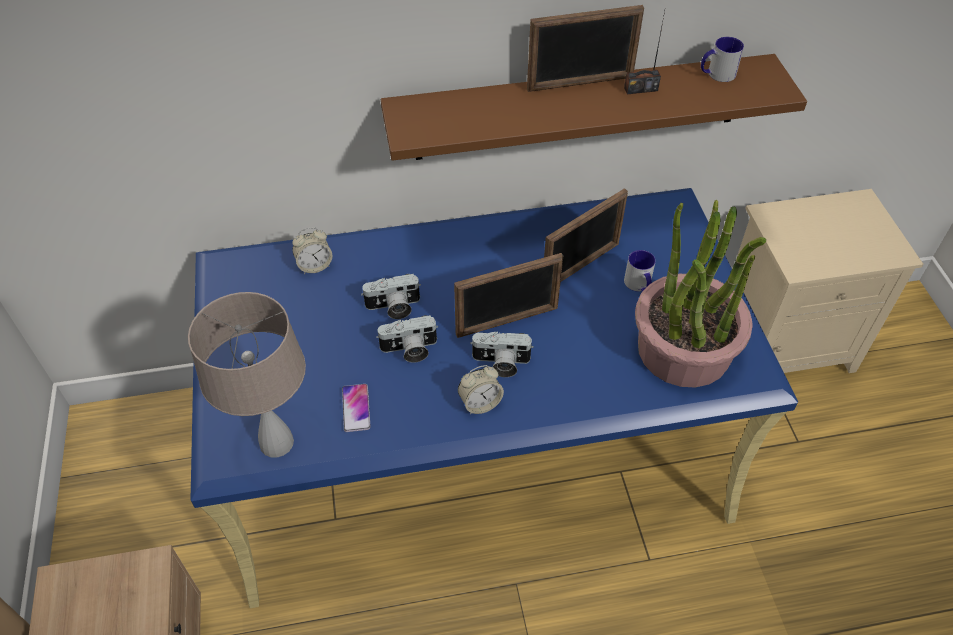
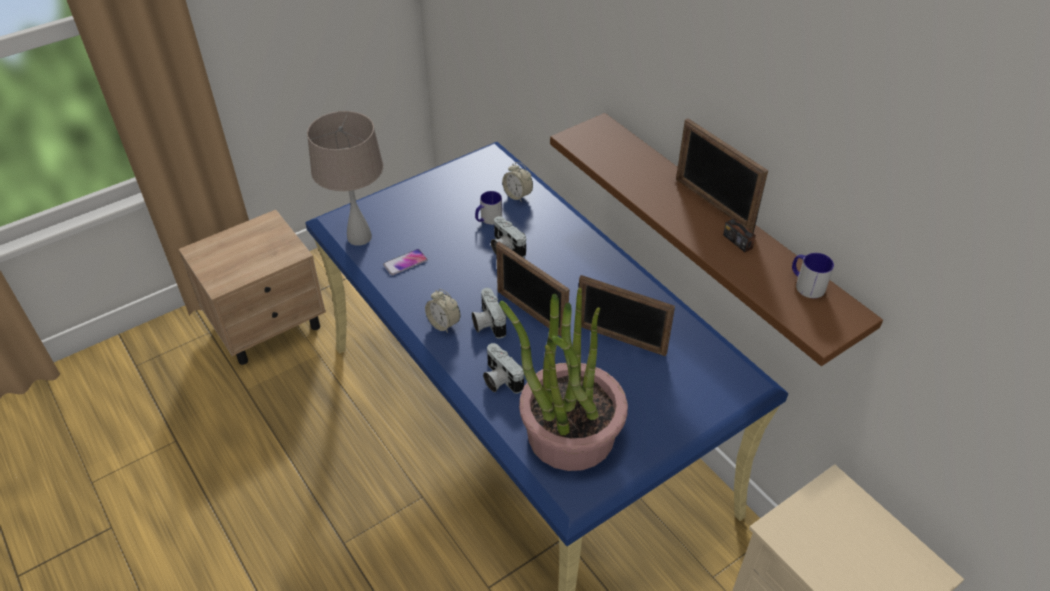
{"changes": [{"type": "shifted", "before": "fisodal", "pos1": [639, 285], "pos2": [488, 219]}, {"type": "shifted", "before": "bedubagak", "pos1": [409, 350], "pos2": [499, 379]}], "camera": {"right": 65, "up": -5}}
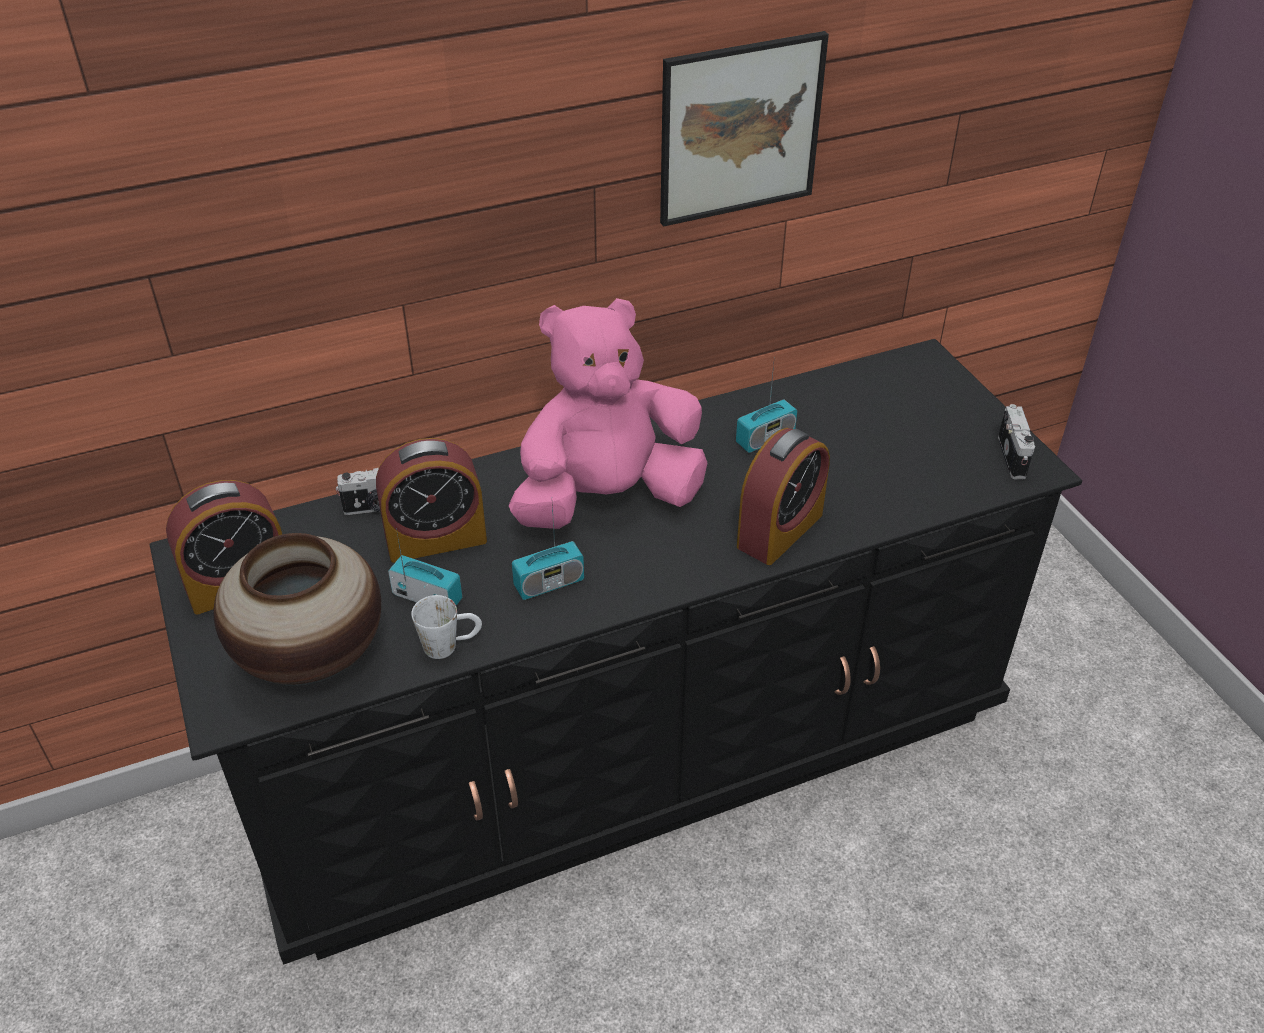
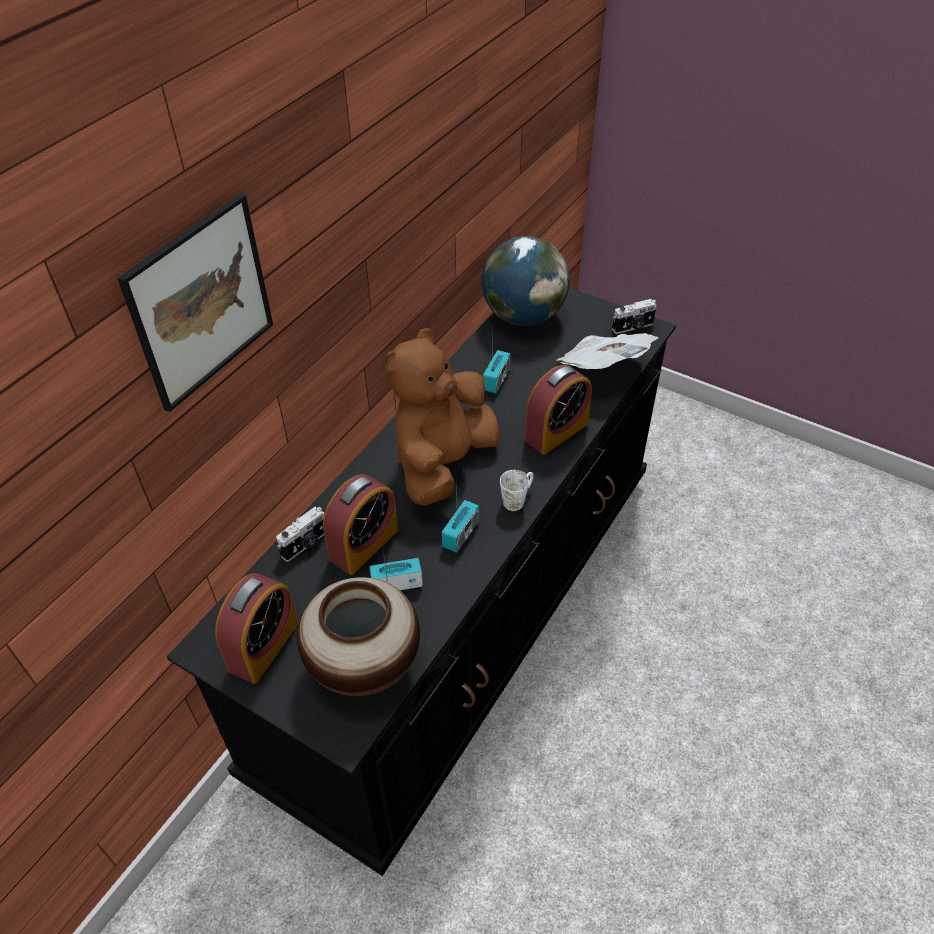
{"changes": [{"type": "shifted", "before": "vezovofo", "pos1": [740, 129], "pos2": [201, 302]}, {"type": "repainted", "before": "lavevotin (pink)", "after": "lavevotin (brown)", "pos1": [607, 498], "pos2": [442, 463]}, {"type": "rotated", "before": "bedubagak", "pos1": [1014, 457], "pos2": [633, 327], "turn": 105}, {"type": "rotated", "before": "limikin", "pos1": [780, 530], "pos2": [556, 432], "turn": 45}, {"type": "shifted", "before": "fisodal (white)", "pos1": [450, 645], "pos2": [518, 498]}, {"type": "new", "after": "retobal", "pos2": [523, 316]}, {"type": "new", "after": "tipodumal", "pos2": [603, 368]}], "camera": {"right": -35, "up": 5}}
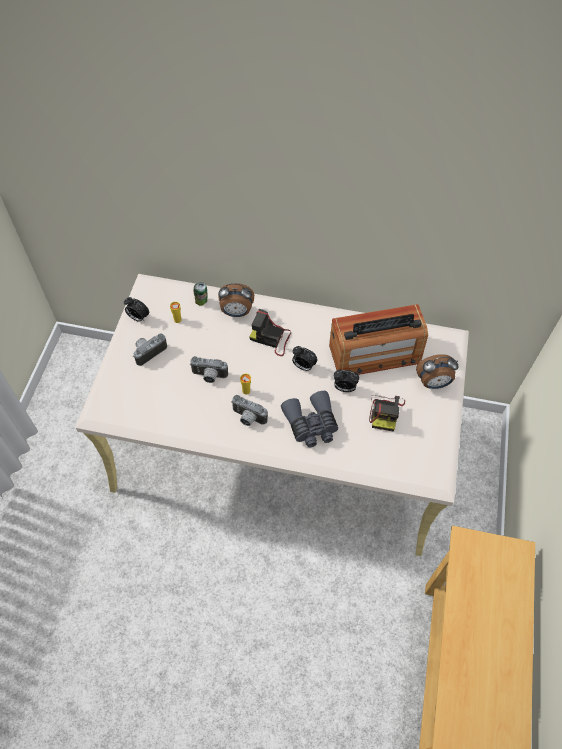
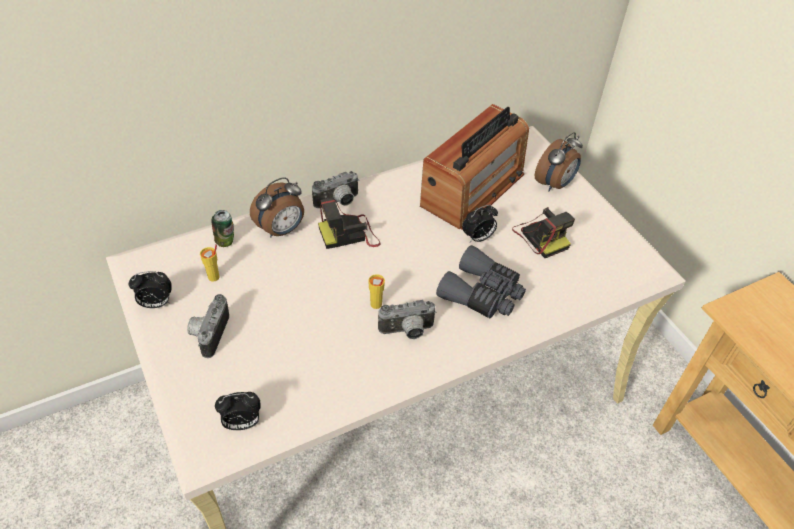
{"changes": [{"type": "shifted", "before": "limikin", "pos1": [303, 366], "pos2": [242, 423]}, {"type": "shifted", "before": "bedubagak", "pos1": [209, 376], "pos2": [338, 202]}], "camera": {"right": -40, "up": -10}}
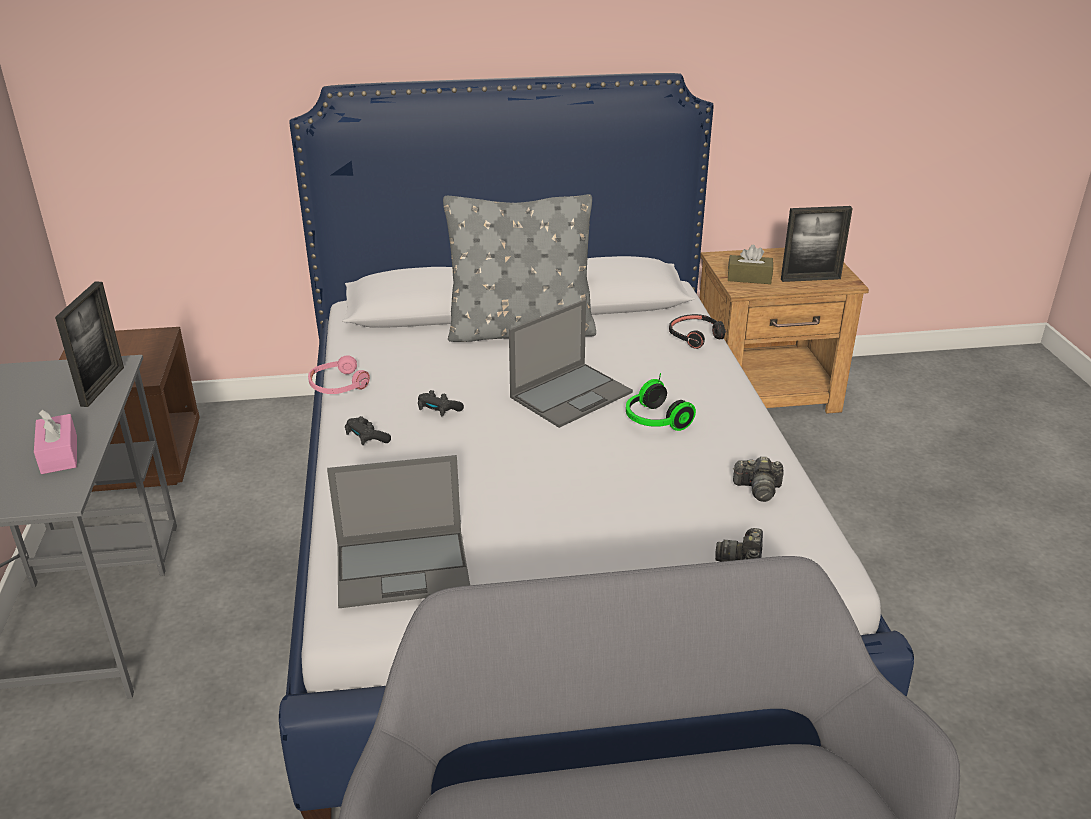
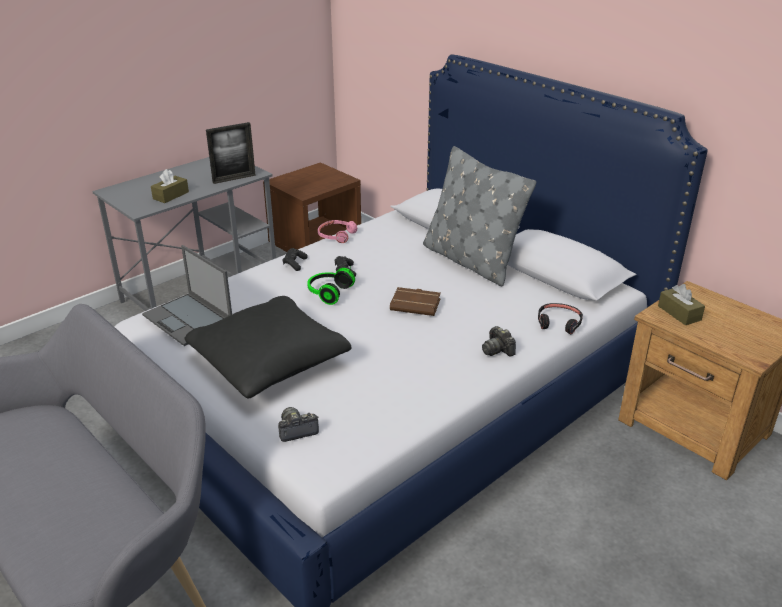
{"changes": [{"type": "gone", "before": "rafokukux", "pos1": [810, 279]}, {"type": "swapped", "before": "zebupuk", "after": "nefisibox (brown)", "pos1": [572, 394], "pos2": [416, 304]}, {"type": "shifted", "before": "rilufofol", "pos1": [654, 421], "pos2": [328, 293]}, {"type": "repainted", "before": "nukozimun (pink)", "after": "nukozimun (brown)", "pos1": [59, 454], "pos2": [171, 195]}, {"type": "shifted", "before": "bedubagak", "pos1": [758, 489], "pos2": [497, 350]}, {"type": "new", "after": "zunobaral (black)", "pos2": [269, 361]}], "camera": {"right": 55, "up": 0}}
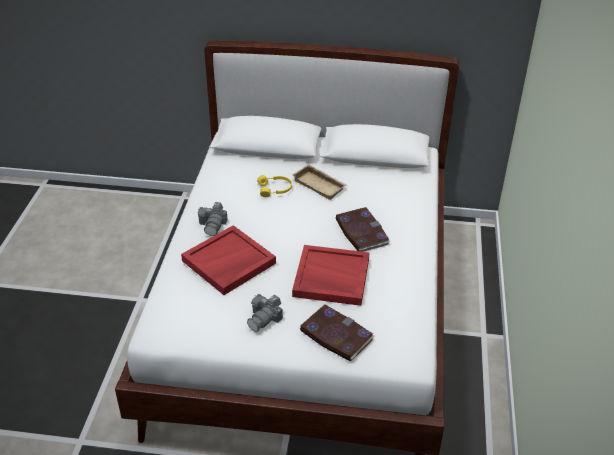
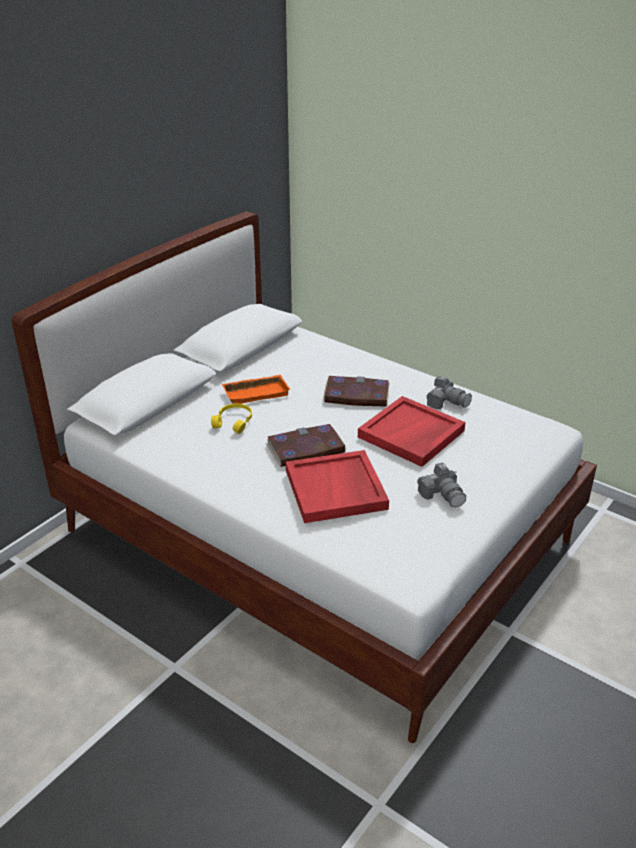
{"changes": [{"type": "repainted", "before": "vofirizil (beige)", "after": "vofirizil (orange)", "pos1": [320, 185], "pos2": [256, 392]}, {"type": "shifted", "before": "bedubagak", "pos1": [213, 225], "pos2": [447, 402]}, {"type": "shifted", "before": "nefisibox", "pos1": [336, 335], "pos2": [305, 449]}], "camera": {"right": -60, "up": -5}}
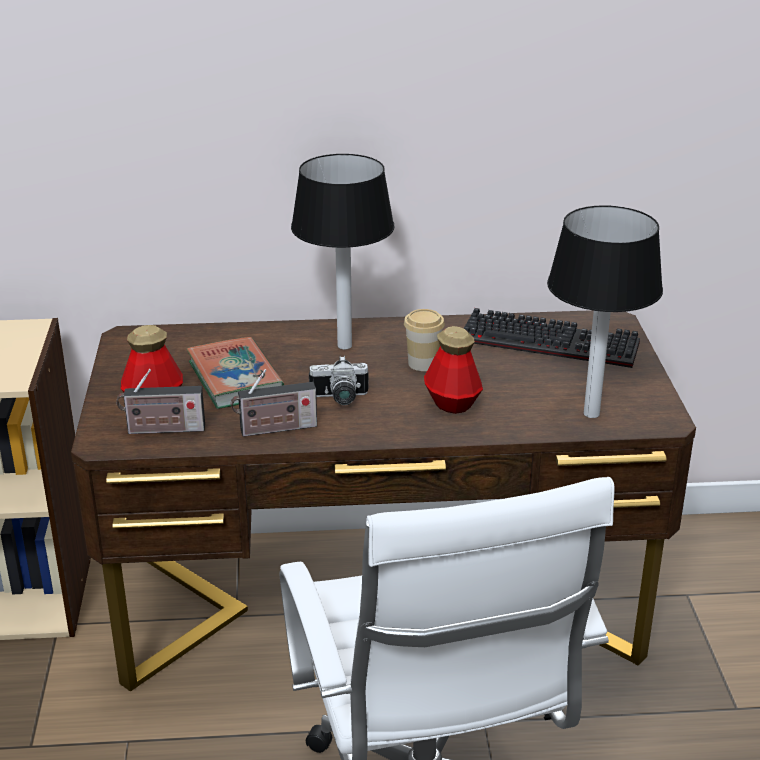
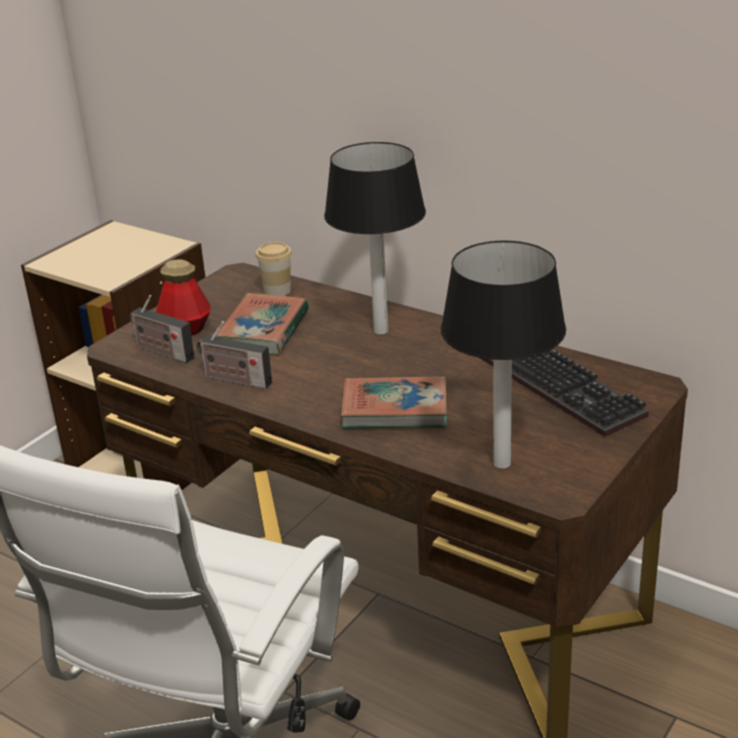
{"changes": [{"type": "shifted", "before": "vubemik", "pos1": [423, 363], "pos2": [277, 291]}, {"type": "swapped", "before": "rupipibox", "after": "nefisibox", "pos1": [452, 403], "pos2": [395, 409]}, {"type": "gone", "before": "bedubagak", "pos1": [339, 399]}], "camera": {"right": 40, "up": 0}}
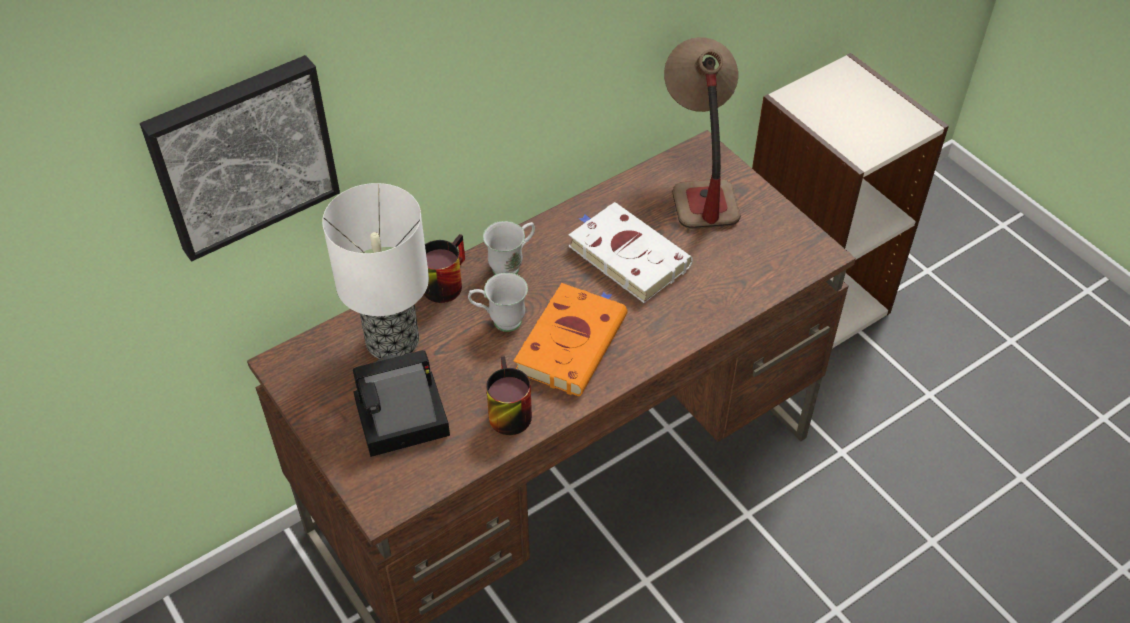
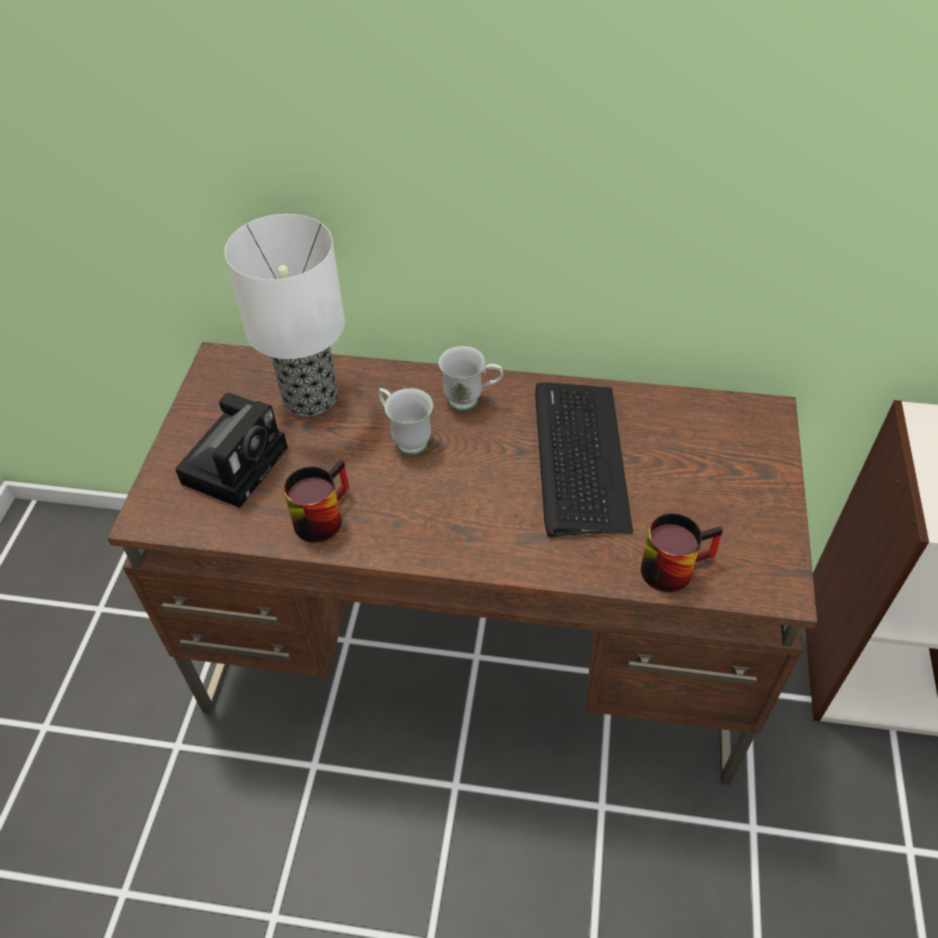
{"changes": [{"type": "gone", "before": "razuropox", "pos1": [698, 180]}, {"type": "gone", "before": "vezovofo", "pos1": [242, 154]}, {"type": "swapped", "before": "nefisibox (white)", "after": "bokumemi", "pos1": [626, 255], "pos2": [579, 458]}, {"type": "shifted", "before": "fisodal", "pos1": [443, 281], "pos2": [672, 564]}, {"type": "gone", "before": "nefisibox (orange)", "pos1": [571, 341]}, {"type": "rotated", "before": "bedubagak", "pos1": [398, 421], "pos2": [237, 462], "turn": 90}], "camera": {"right": 45, "up": 0}}
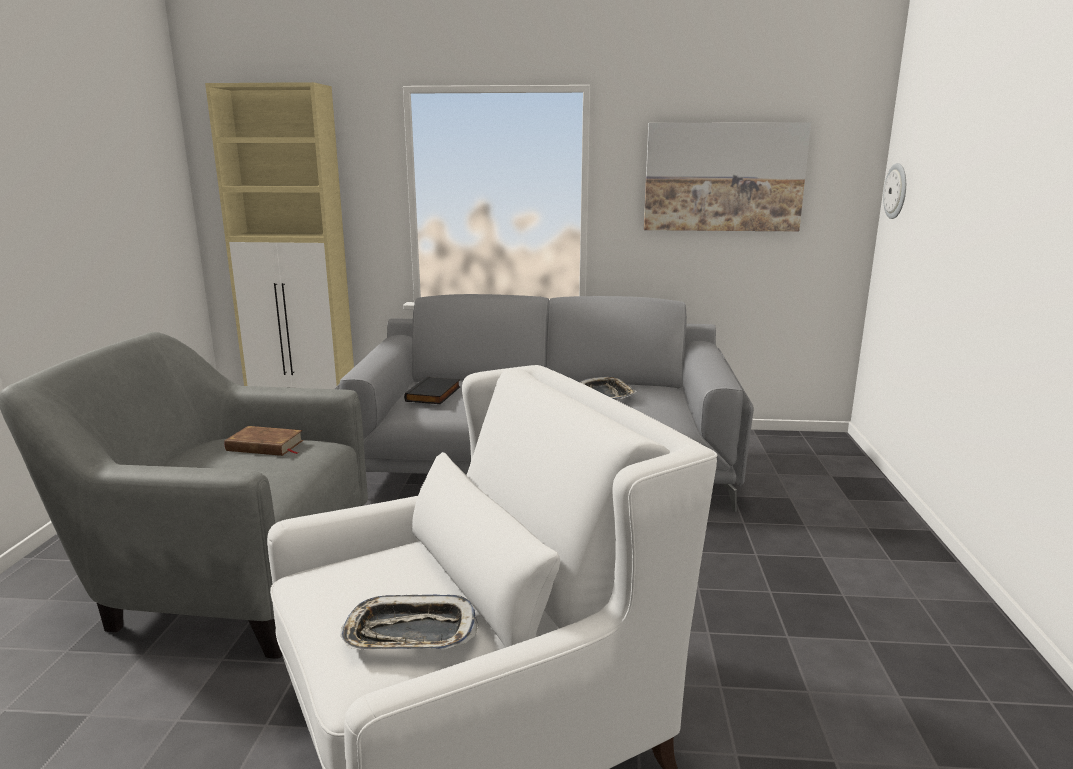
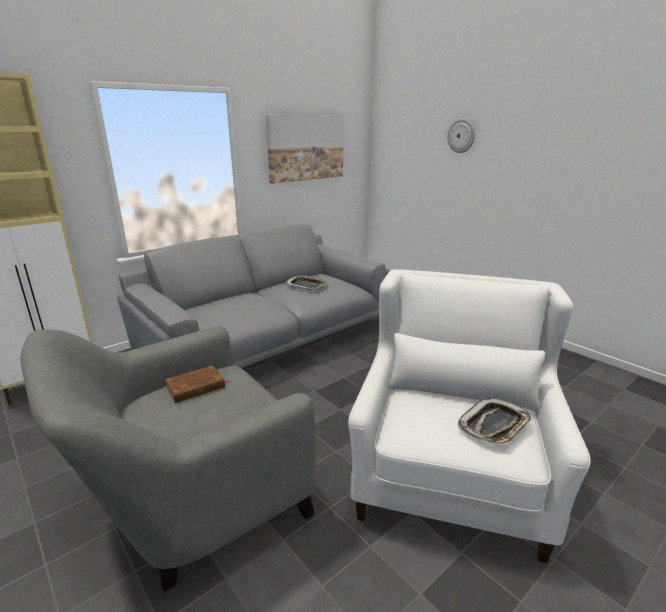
{"changes": [{"type": "shifted", "before": "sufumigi", "pos1": [896, 191], "pos2": [461, 135]}, {"type": "gone", "before": "nefisibox (black)", "pos1": [434, 394]}], "camera": {"right": -45, "up": 5}}
